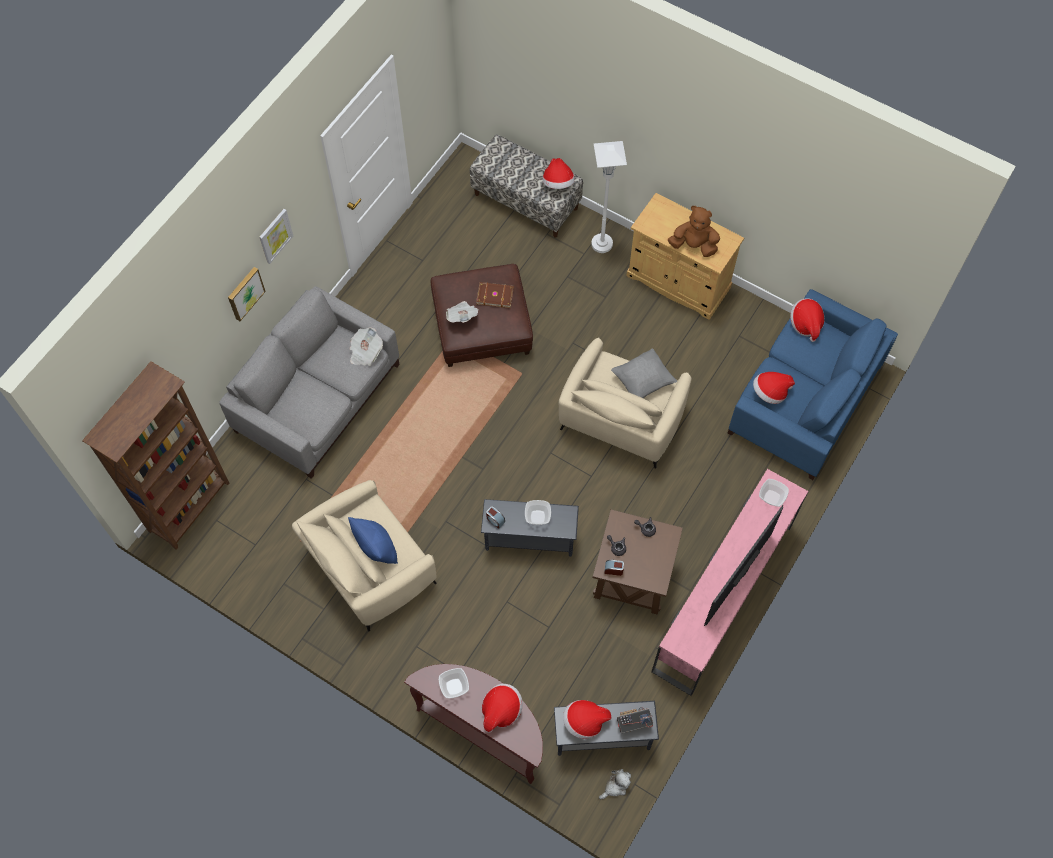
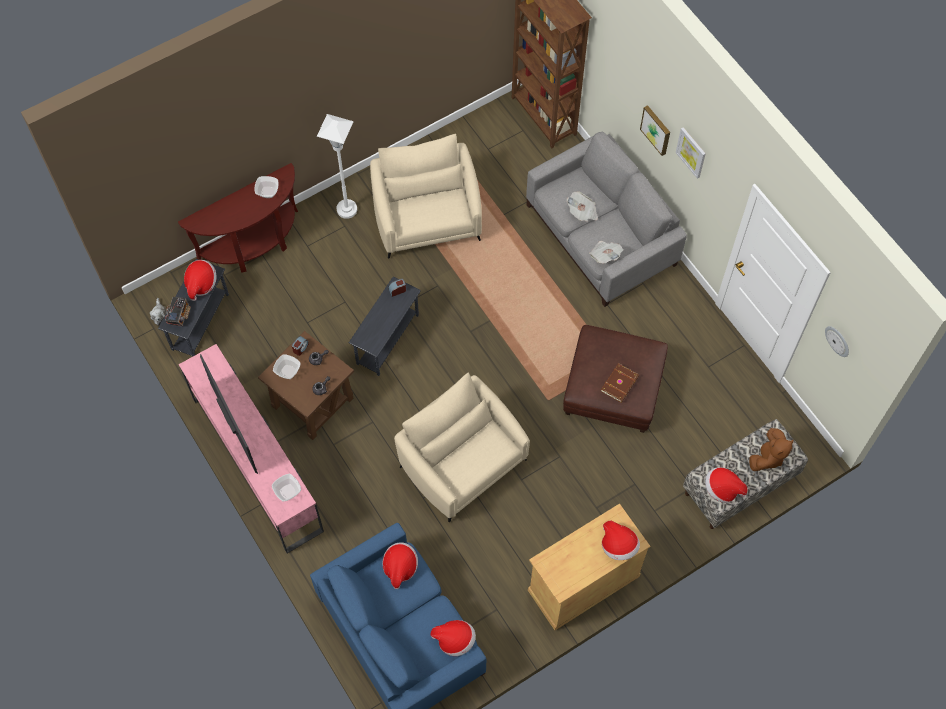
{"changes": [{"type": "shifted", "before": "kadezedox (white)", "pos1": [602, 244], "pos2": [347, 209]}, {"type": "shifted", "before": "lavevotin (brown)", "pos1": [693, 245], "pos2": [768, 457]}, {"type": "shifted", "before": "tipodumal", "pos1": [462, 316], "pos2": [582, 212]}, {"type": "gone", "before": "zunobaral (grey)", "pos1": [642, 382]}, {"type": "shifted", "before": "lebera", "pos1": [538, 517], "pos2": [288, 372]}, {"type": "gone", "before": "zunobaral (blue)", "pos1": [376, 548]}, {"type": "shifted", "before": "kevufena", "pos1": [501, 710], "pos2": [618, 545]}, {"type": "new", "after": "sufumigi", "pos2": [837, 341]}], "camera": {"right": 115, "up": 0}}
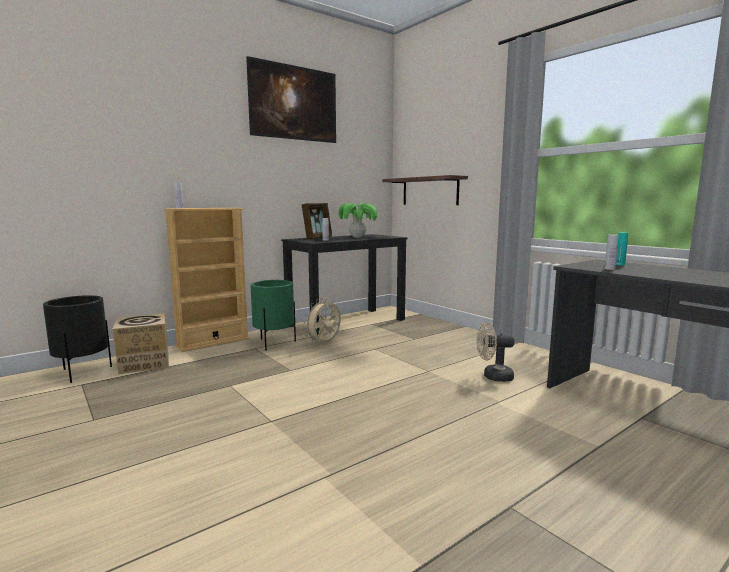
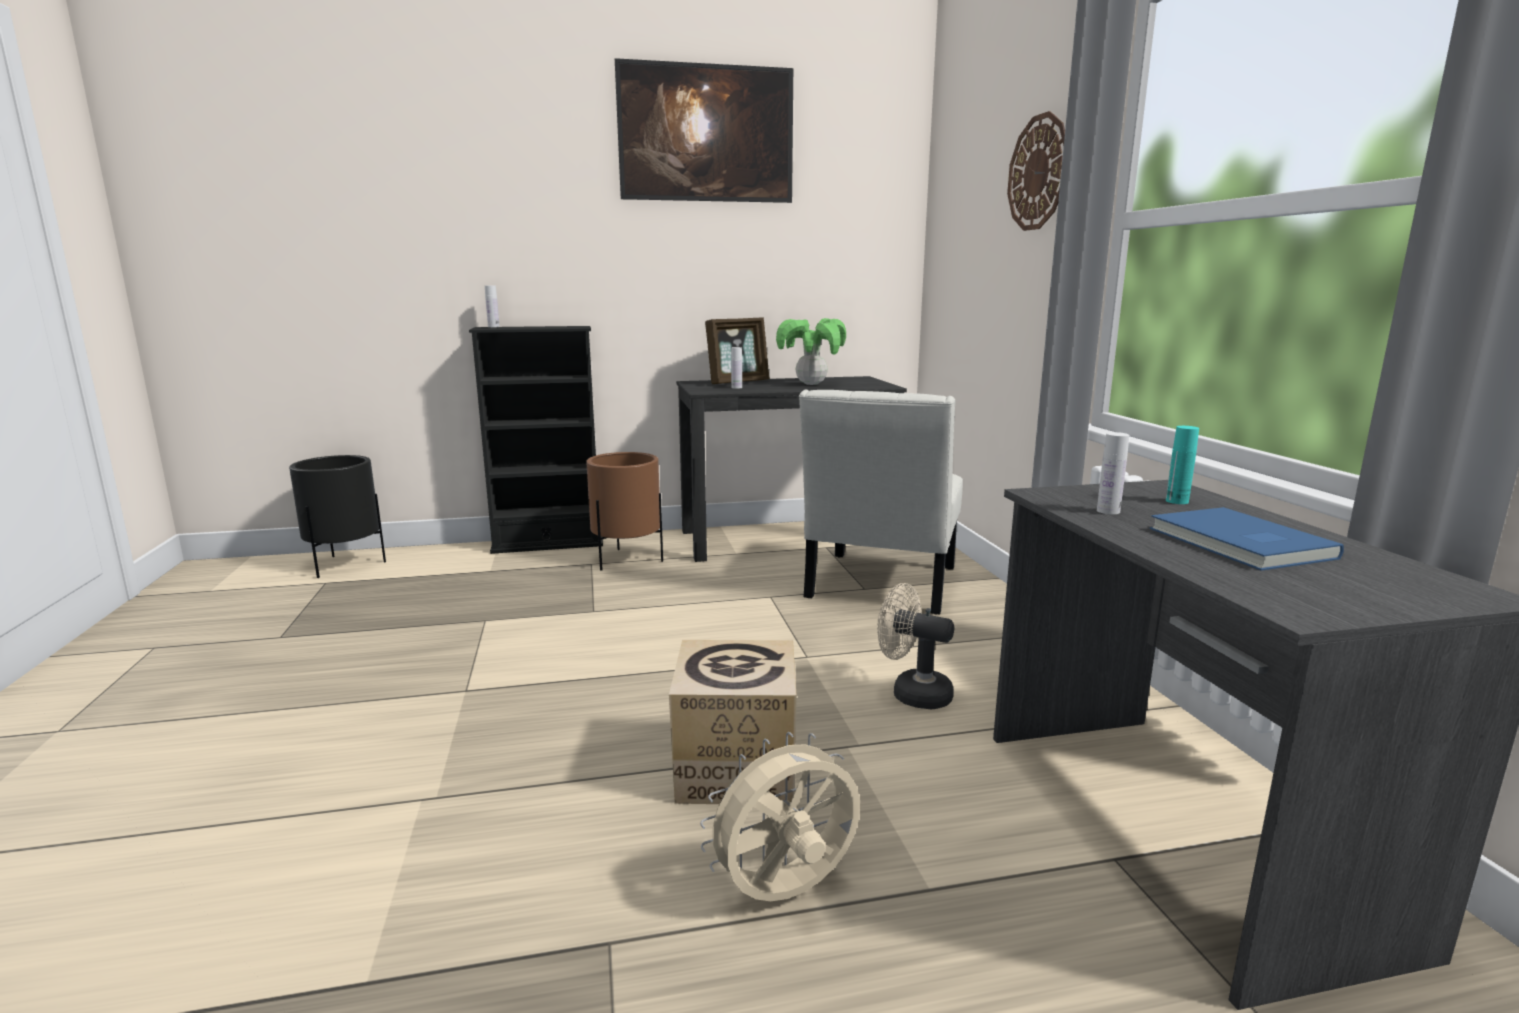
{"changes": [{"type": "gone", "before": "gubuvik", "pos1": [430, 191]}, {"type": "repainted", "before": "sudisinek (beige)", "after": "sudisinek (black)", "pos1": [213, 342], "pos2": [548, 544]}, {"type": "repainted", "before": "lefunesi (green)", "after": "lefunesi (brown)", "pos1": [274, 343], "pos2": [627, 560]}, {"type": "shifted", "before": "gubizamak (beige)", "pos1": [324, 344], "pos2": [787, 894]}, {"type": "shifted", "before": "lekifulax", "pos1": [144, 363], "pos2": [736, 769]}, {"type": "new", "after": "sufumigi", "pos2": [1038, 173]}, {"type": "new", "after": "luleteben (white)", "pos2": [879, 586]}, {"type": "new", "after": "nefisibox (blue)", "pos2": [1238, 544]}], "camera": {"right": 25, "up": 5}}
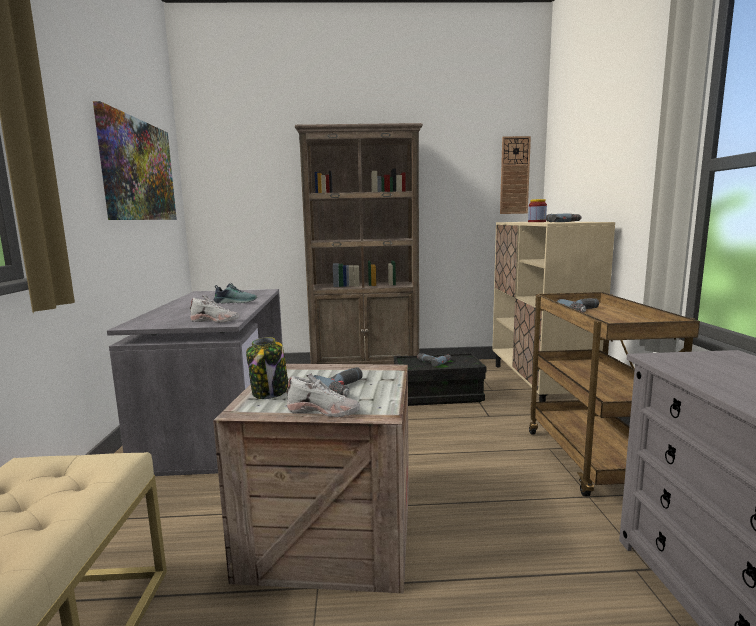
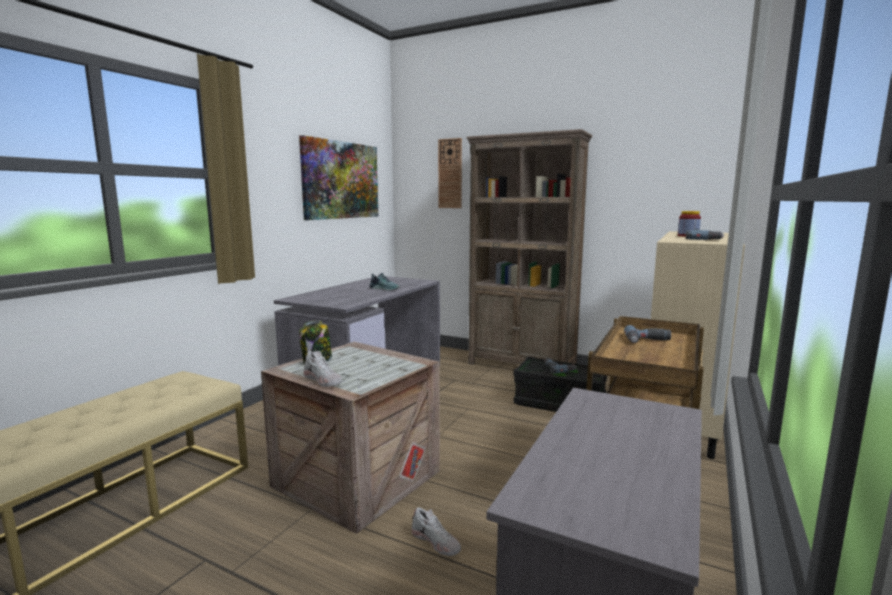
{"changes": [{"type": "shifted", "before": "sufumigi", "pos1": [514, 175], "pos2": [450, 173]}, {"type": "shifted", "before": "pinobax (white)", "pos1": [215, 320], "pos2": [436, 542]}, {"type": "gone", "before": "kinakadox", "pos1": [345, 388]}], "camera": {"right": 30, "up": 0}}
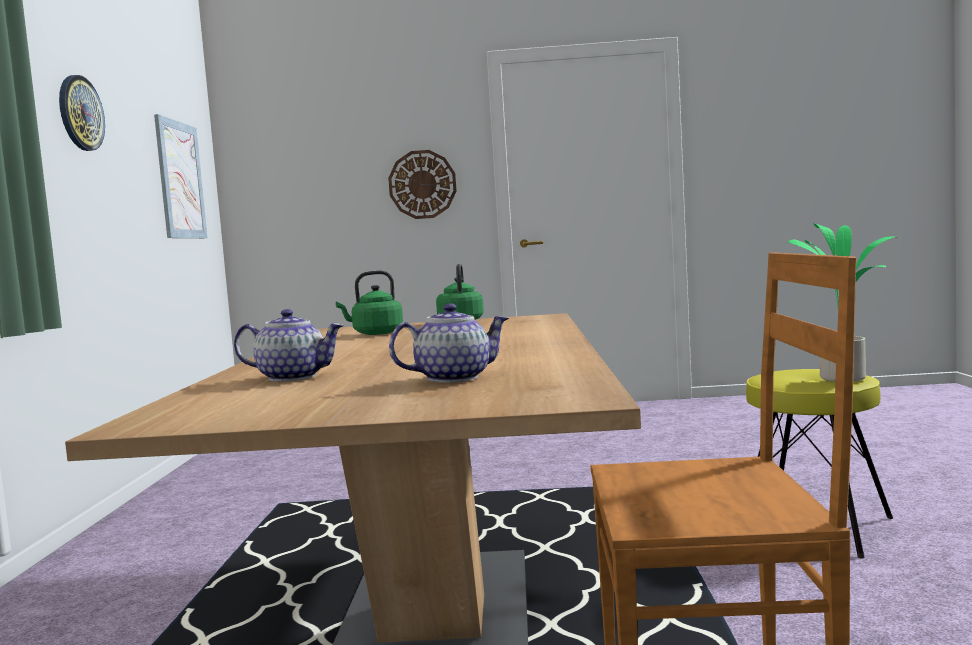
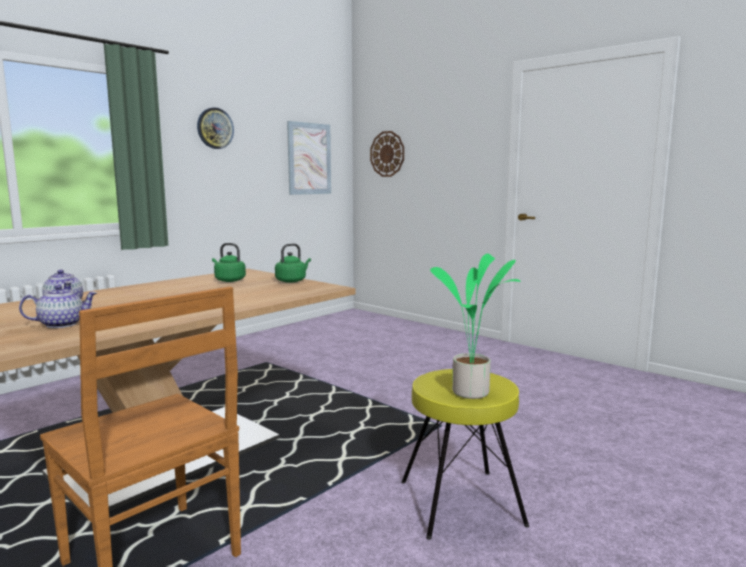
{"changes": [{"type": "shifted", "before": "sufumigi", "pos1": [422, 184], "pos2": [387, 154]}, {"type": "rotated", "before": "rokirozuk", "pos1": [454, 378], "pos2": [62, 324], "turn": -45}], "camera": {"right": 40, "up": 5}}
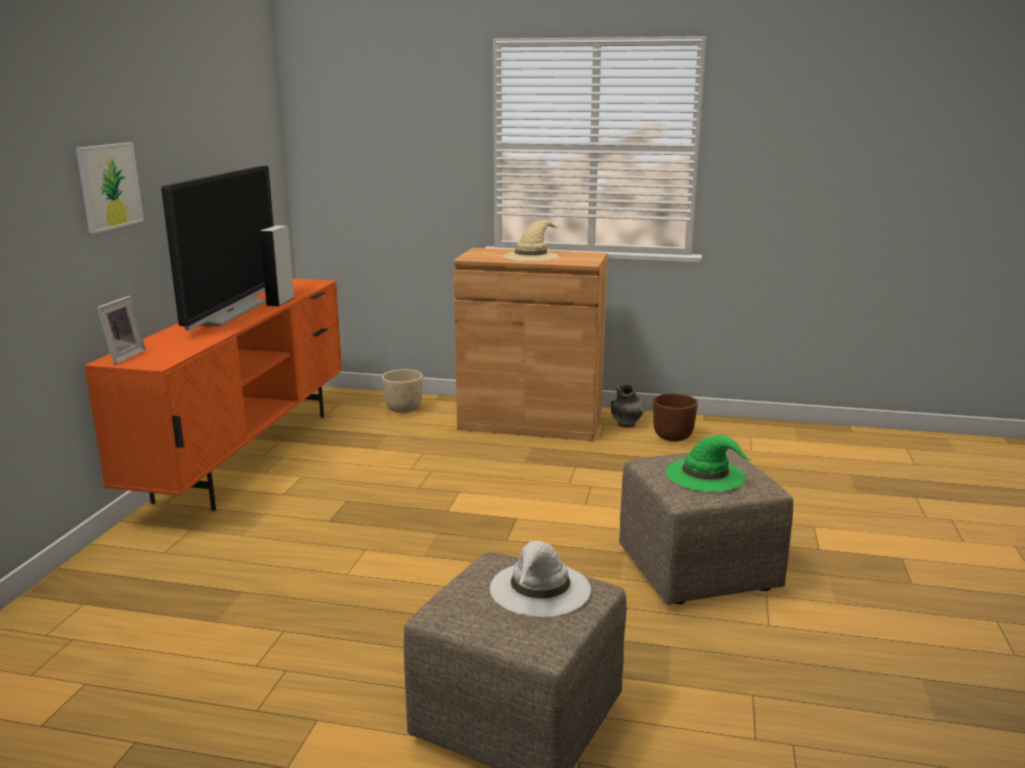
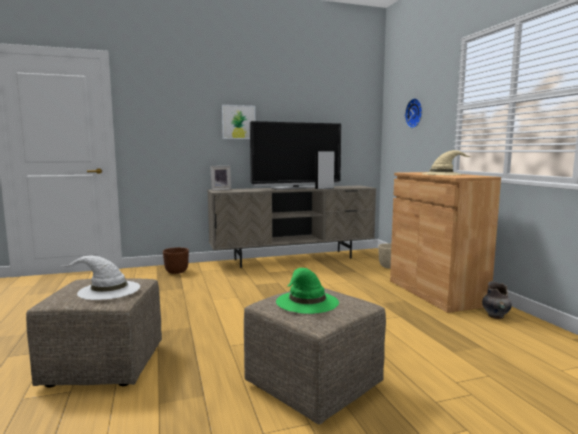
{"changes": [{"type": "repainted", "before": "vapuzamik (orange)", "after": "vapuzamik (beige)", "pos1": [248, 455], "pos2": [294, 259]}, {"type": "shifted", "before": "lefunesi (brown)", "pos1": [672, 437], "pos2": [177, 272]}, {"type": "new", "after": "sufumigi", "pos2": [415, 113]}], "camera": {"right": 60, "up": -10}}
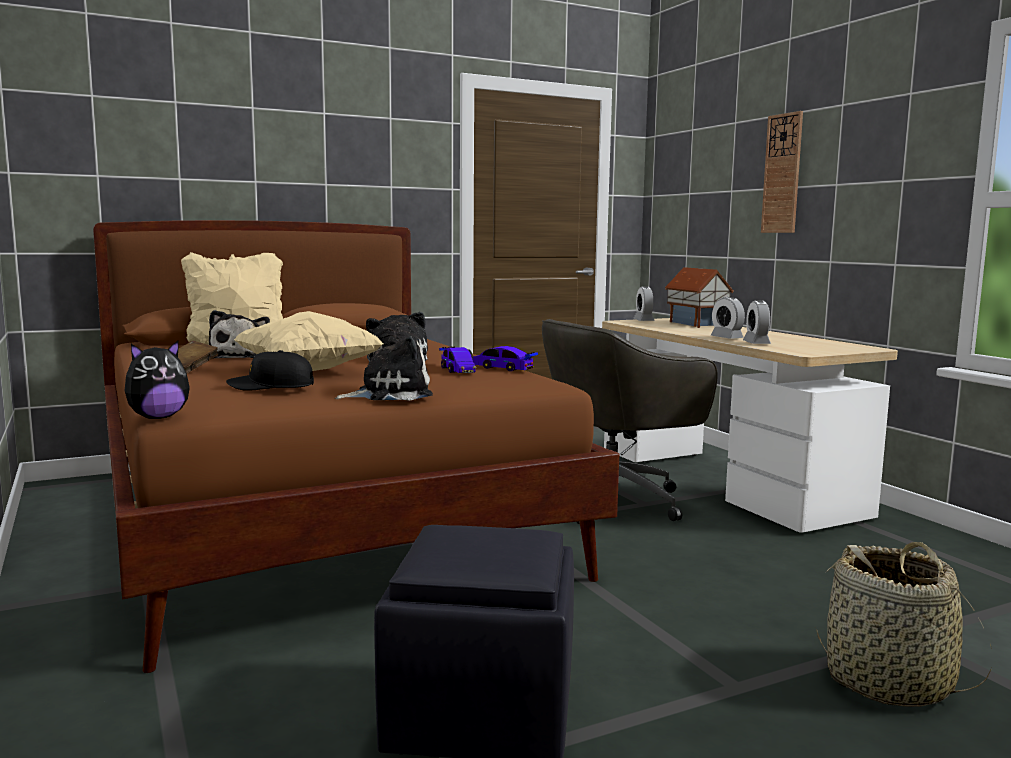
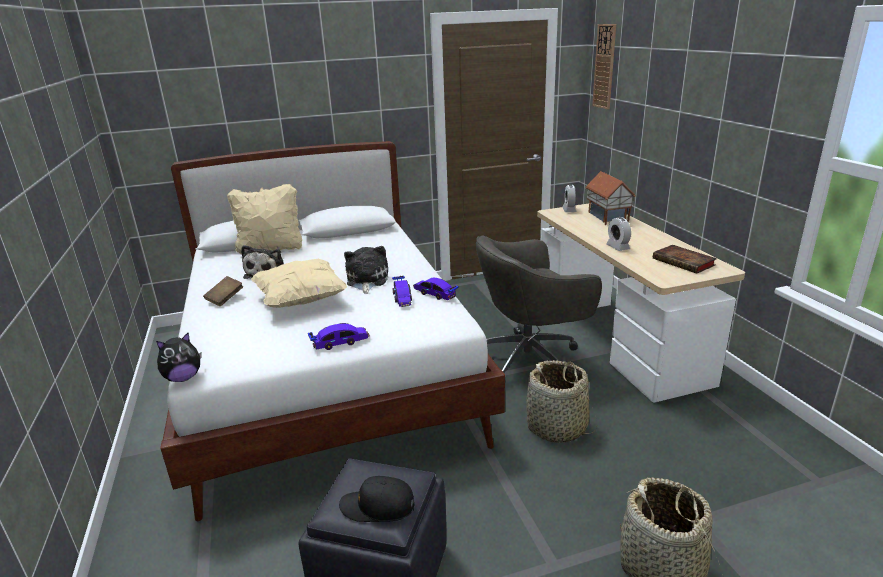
{"changes": [{"type": "shifted", "before": "sufumigi", "pos1": [782, 173], "pos2": [604, 67]}, {"type": "repainted", "before": "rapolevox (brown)", "after": "rapolevox (white)", "pos1": [320, 519], "pos2": [328, 373]}, {"type": "gone", "before": "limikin", "pos1": [756, 343]}, {"type": "swapped", "before": "lavevotin", "after": "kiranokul", "pos1": [389, 394], "pos2": [340, 342]}, {"type": "shifted", "before": "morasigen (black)", "pos1": [271, 386], "pos2": [377, 506]}, {"type": "new", "after": "nefisibox", "pos2": [685, 262]}, {"type": "new", "after": "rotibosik", "pos2": [557, 427]}], "camera": {"right": 10, "up": 15}}
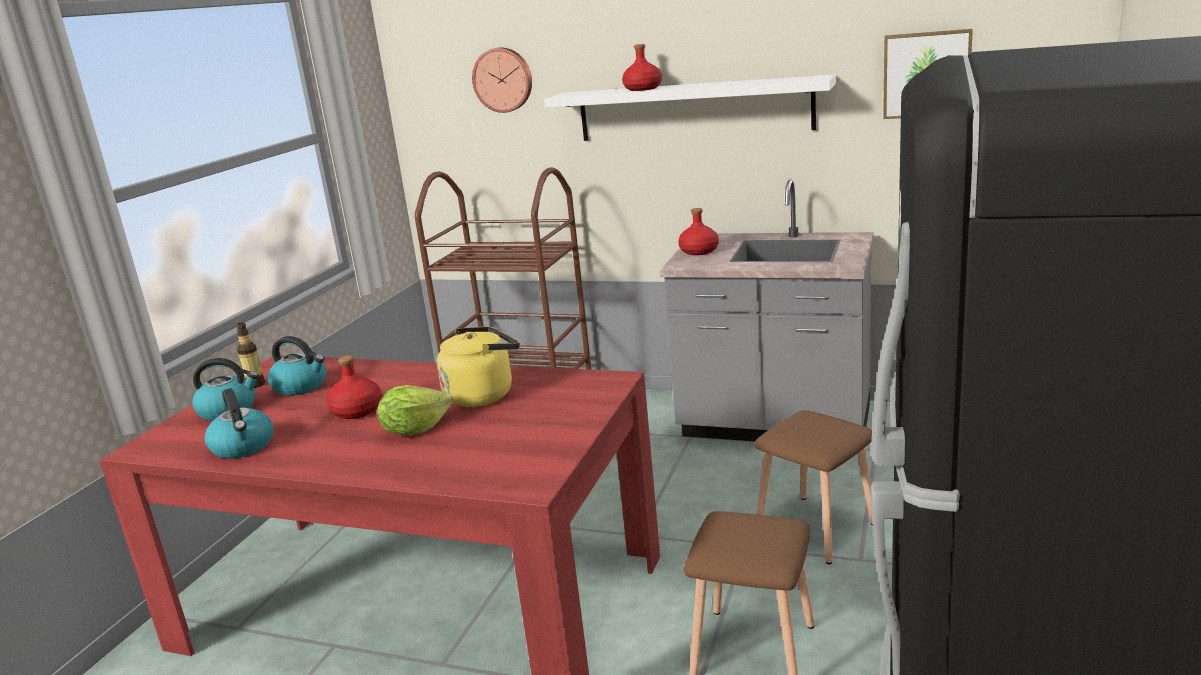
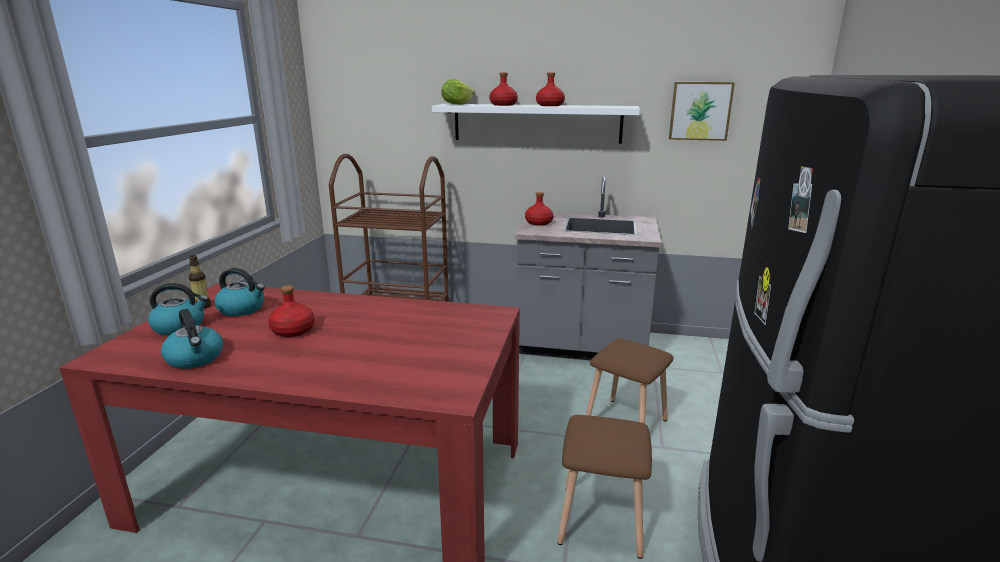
{"changes": [{"type": "gone", "before": "sufumigi", "pos1": [503, 79]}, {"type": "gone", "before": "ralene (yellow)", "pos1": [483, 394]}, {"type": "shifted", "before": "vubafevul", "pos1": [415, 430], "pos2": [457, 104]}, {"type": "new", "after": "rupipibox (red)", "pos2": [549, 105]}], "camera": {"right": -10, "up": 0}}
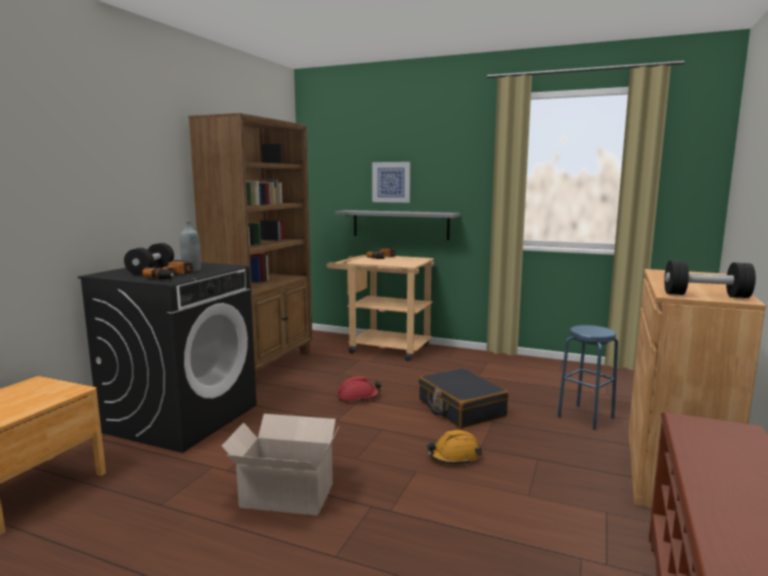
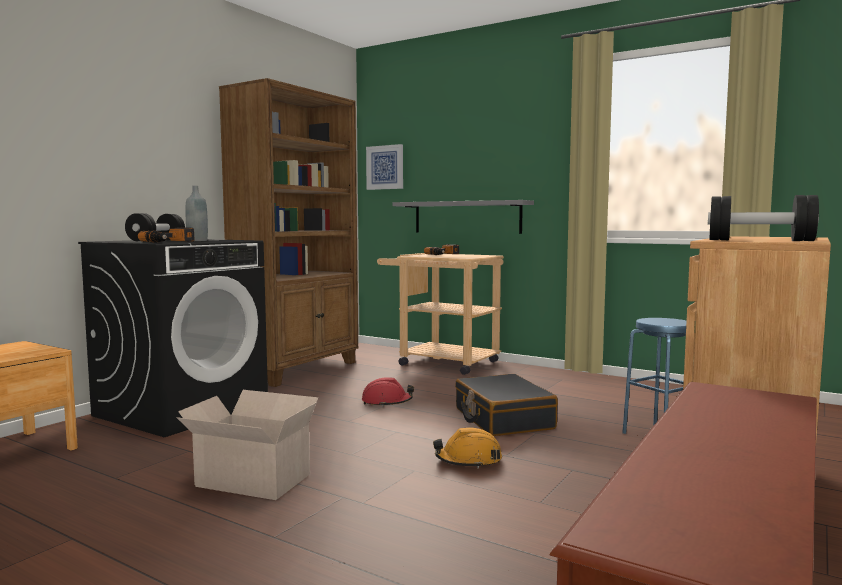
{"changes": [{"type": "shifted", "before": "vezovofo", "pos1": [391, 182], "pos2": [385, 167]}], "camera": {"right": 10, "up": -5}}
